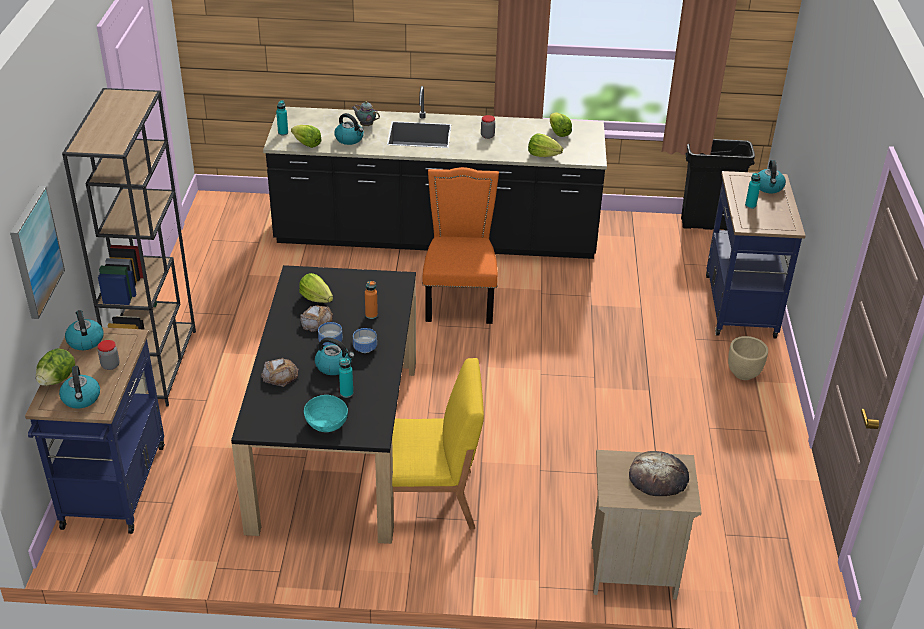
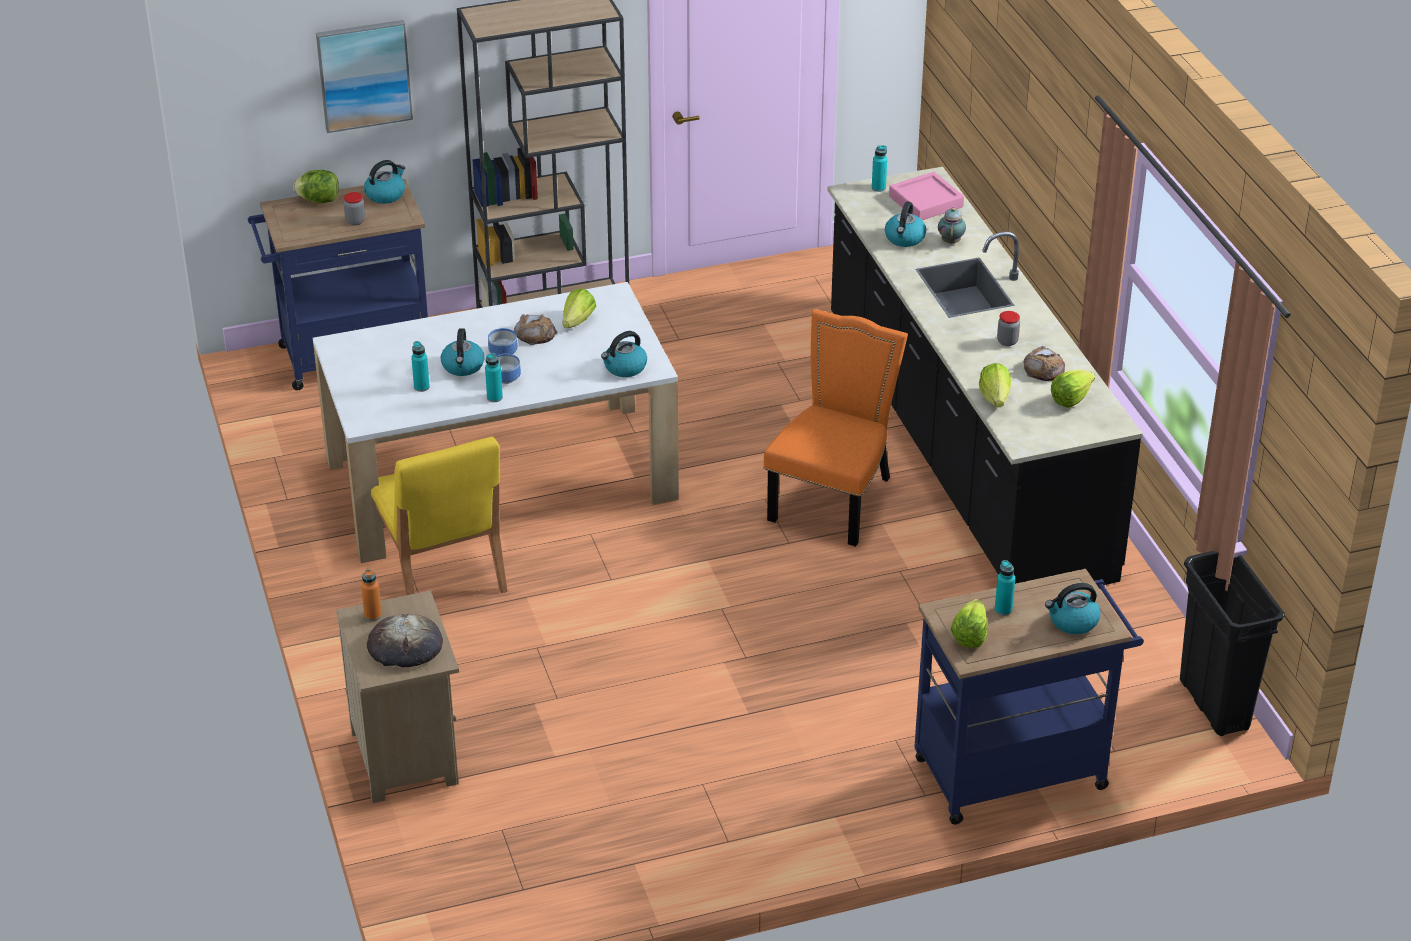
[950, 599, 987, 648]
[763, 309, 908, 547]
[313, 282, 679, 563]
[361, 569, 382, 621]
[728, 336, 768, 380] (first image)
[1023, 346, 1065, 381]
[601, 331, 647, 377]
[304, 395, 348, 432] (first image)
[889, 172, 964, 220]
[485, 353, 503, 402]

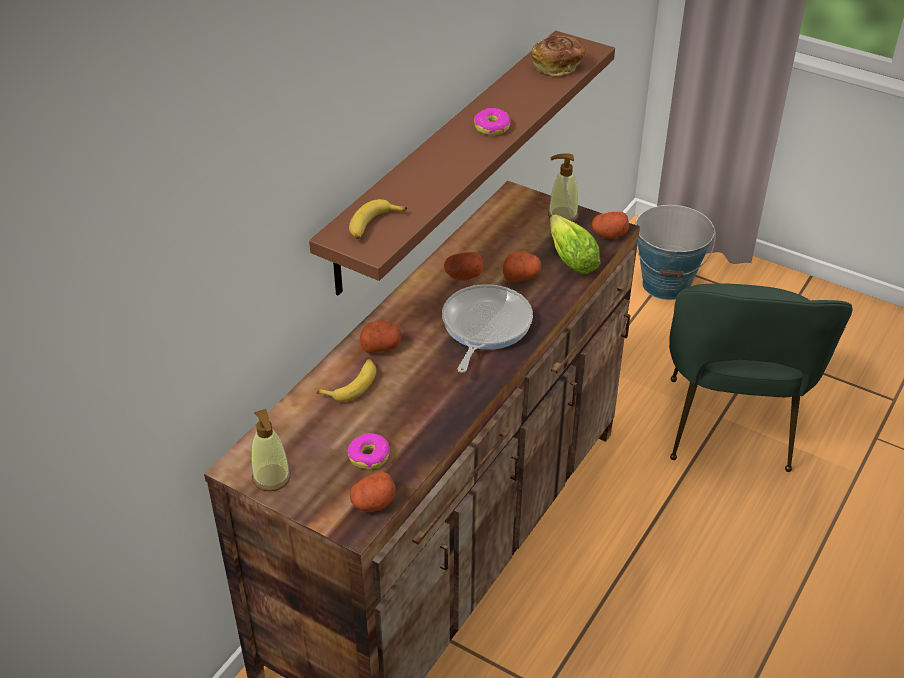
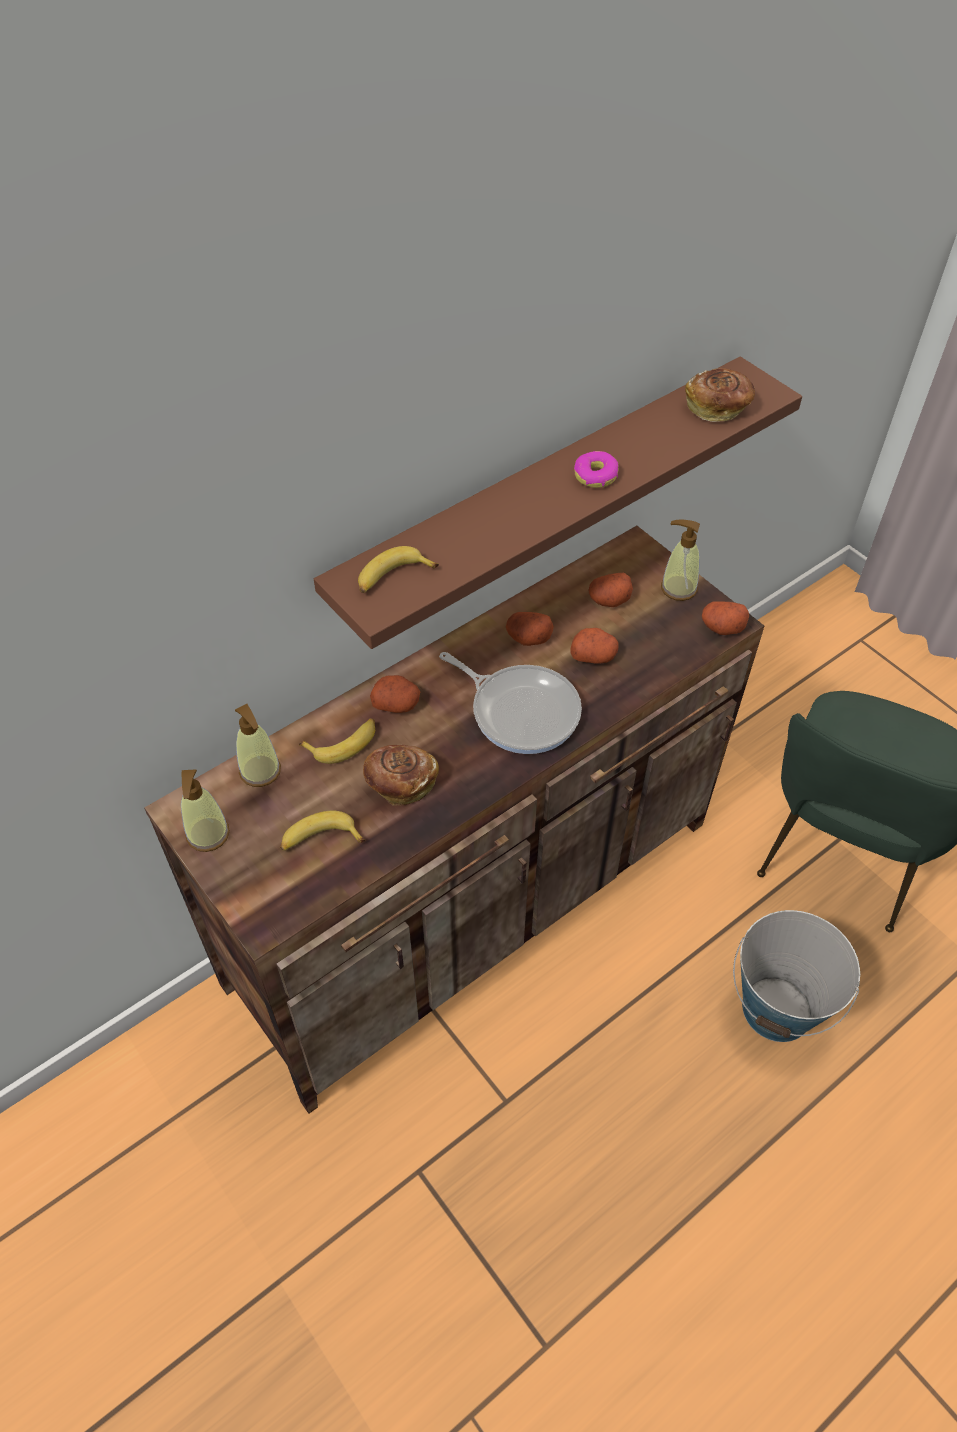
[733, 910, 860, 1042]
[550, 214, 601, 274] (first image)
[439, 652, 582, 754]
[280, 811, 366, 851]
[589, 573, 633, 607]
[235, 704, 281, 787]
[363, 745, 439, 806]

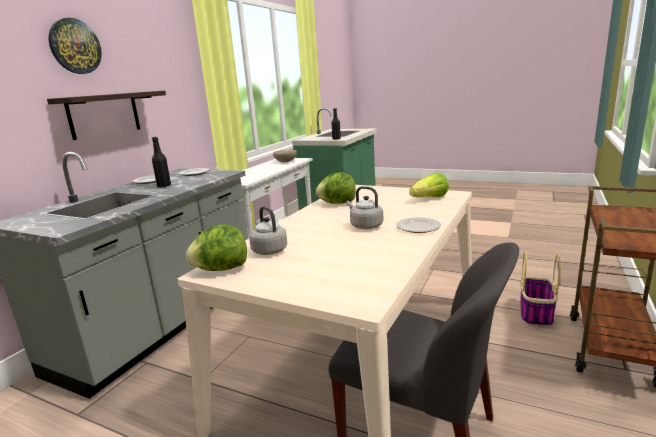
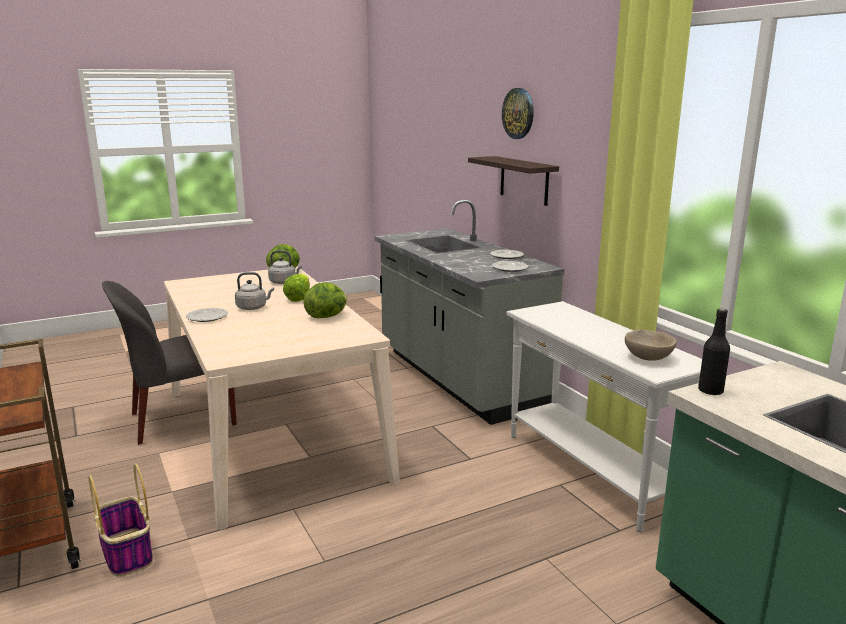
[152, 137, 171, 187] (first image)
[283, 273, 310, 302]

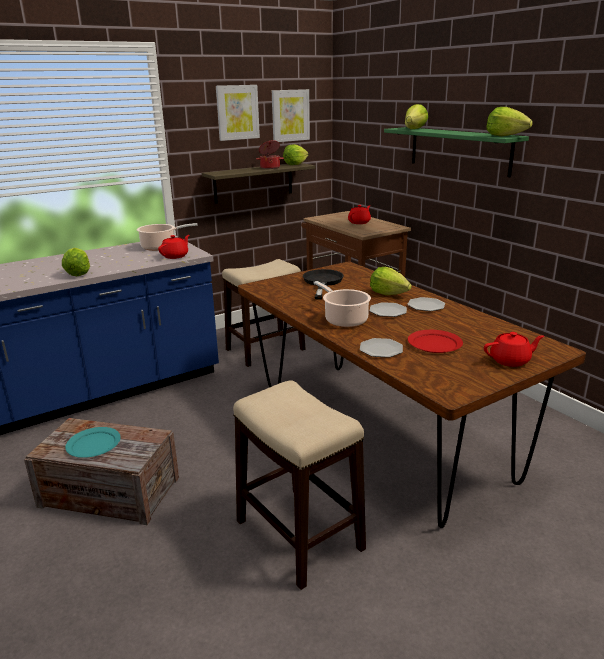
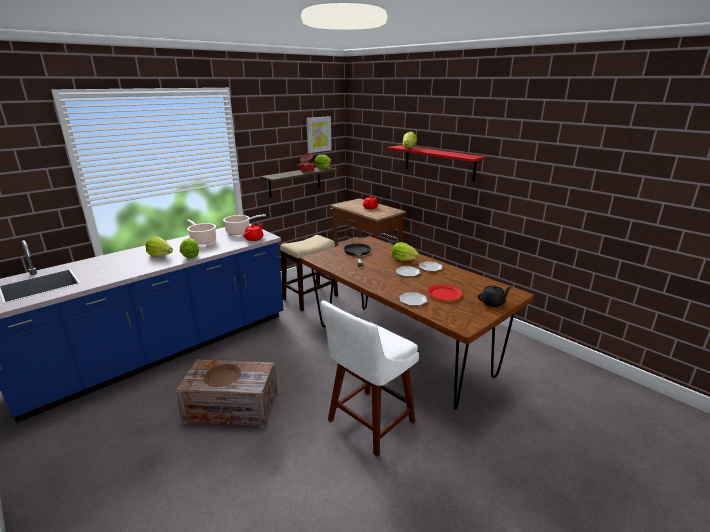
[216, 85, 260, 141] (first image)
[145, 236, 173, 257]
[388, 145, 486, 181]
[187, 219, 216, 245]
[478, 285, 511, 307]
[321, 301, 419, 456]
[204, 364, 241, 387]

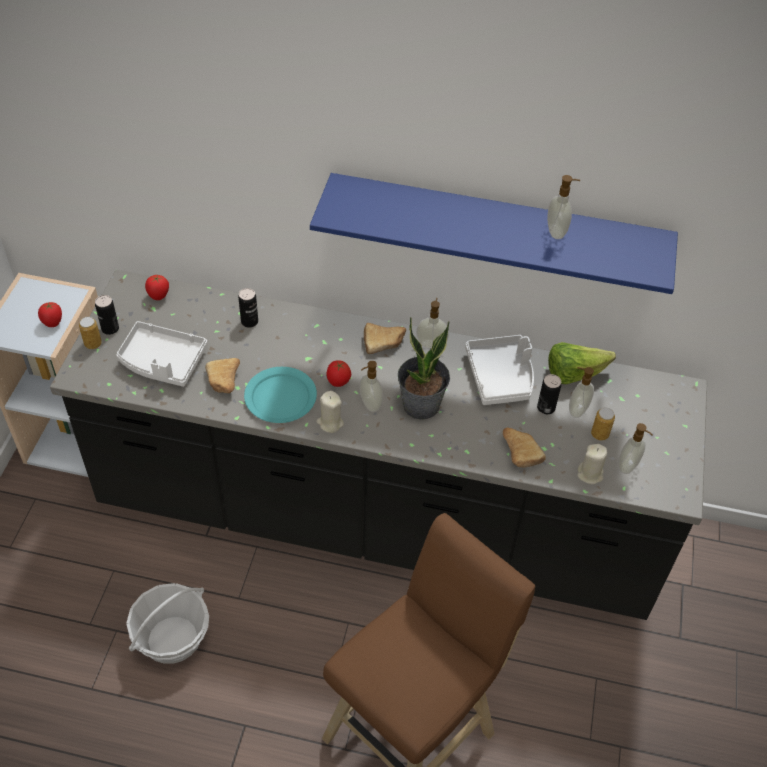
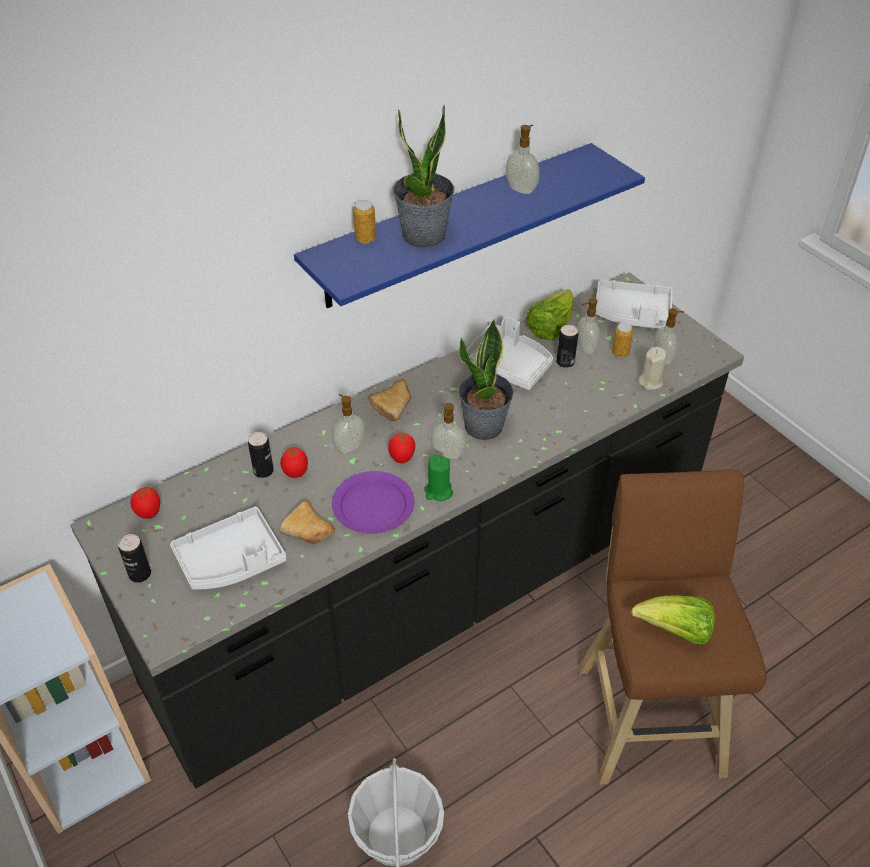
[332, 394, 366, 454]
[280, 447, 308, 478]
[353, 200, 376, 244]
[332, 471, 414, 534]
[424, 455, 453, 501]
[503, 427, 546, 467] (first image)
[393, 105, 454, 248]
[595, 280, 672, 329]
[631, 595, 715, 645]

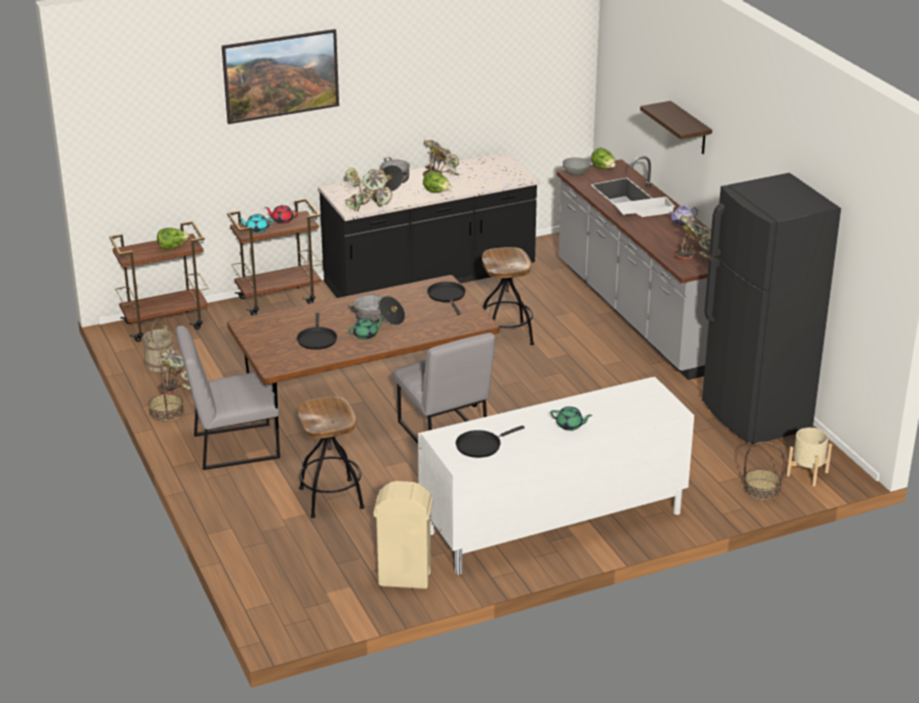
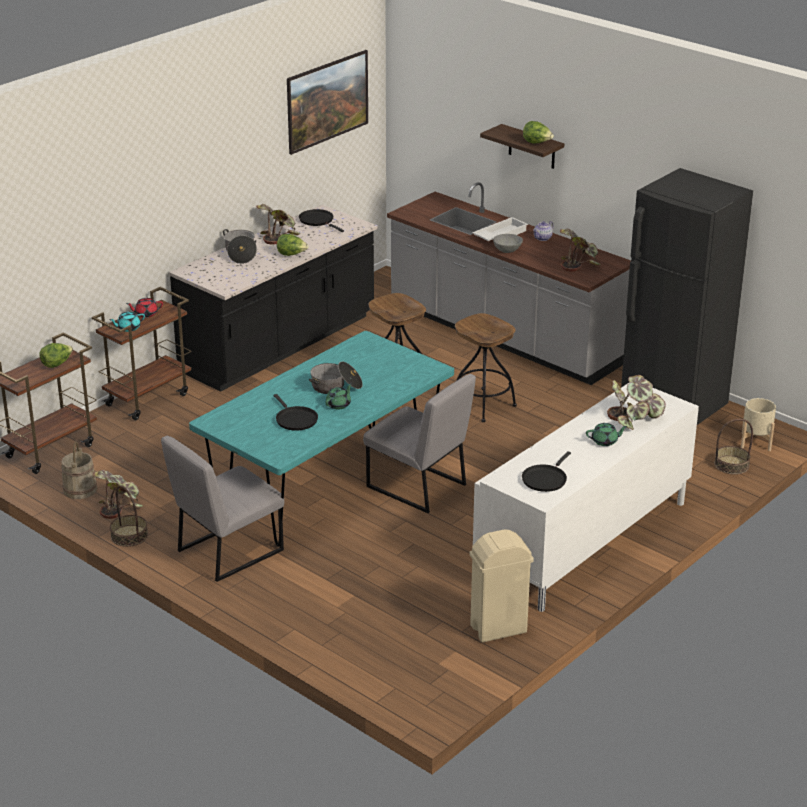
[287, 50, 368, 155]
[523, 121, 554, 143]
[493, 234, 523, 253]
[607, 375, 666, 430]
[189, 331, 454, 547]
[299, 209, 344, 232]
[455, 313, 517, 422]

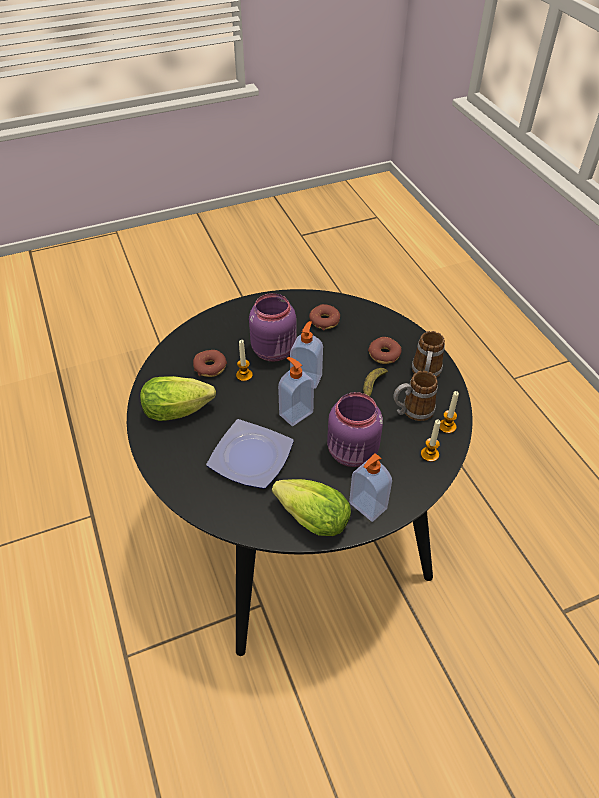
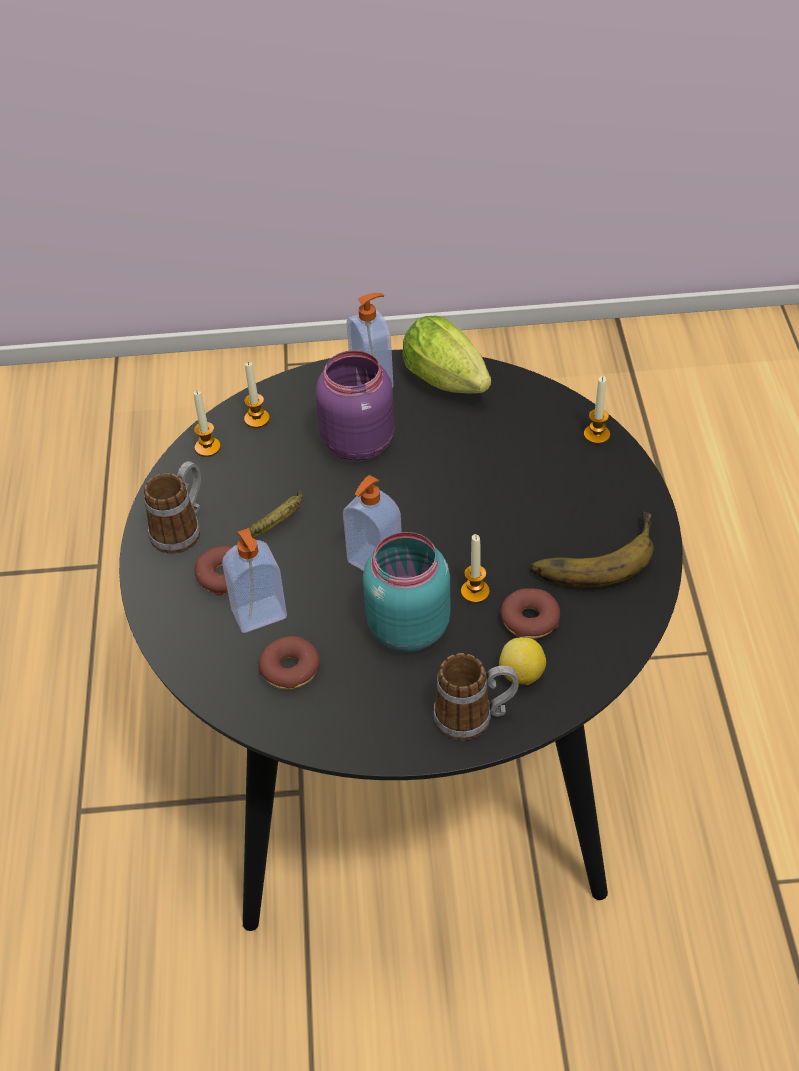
[363, 532, 451, 652]
[222, 528, 287, 633]
[433, 653, 518, 740]
[530, 512, 654, 587]
[206, 419, 294, 489] (first image)
[584, 376, 610, 444]
[499, 637, 546, 685]

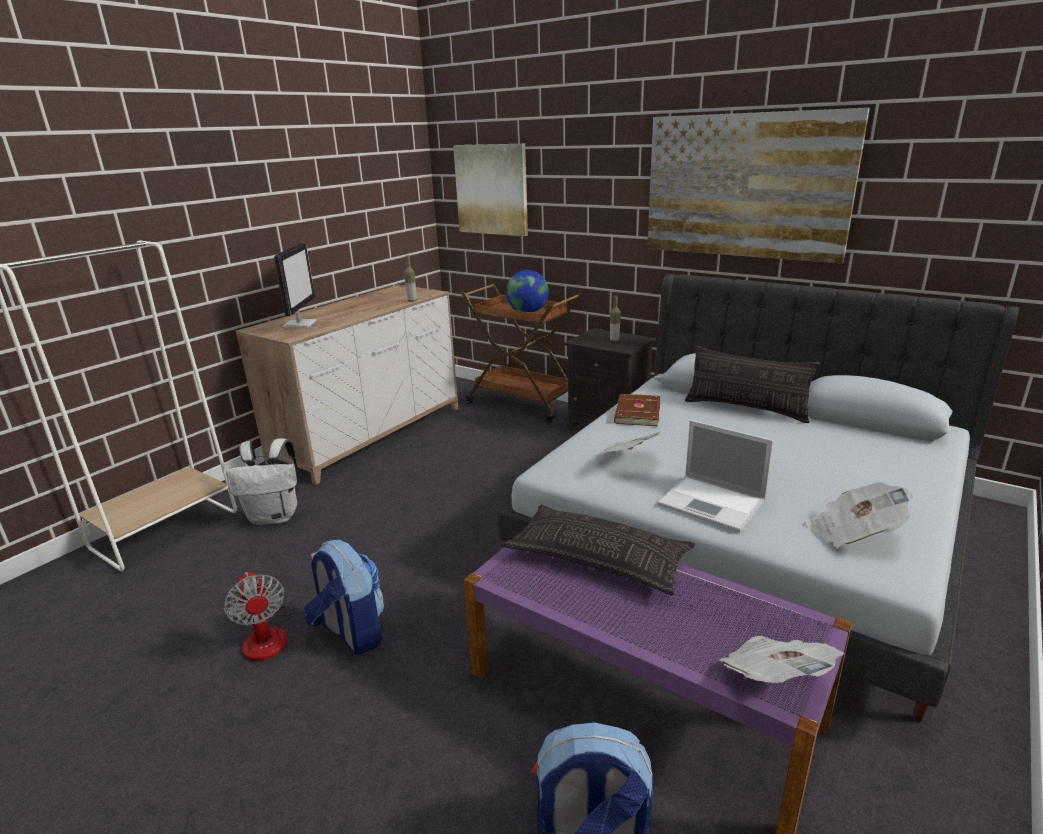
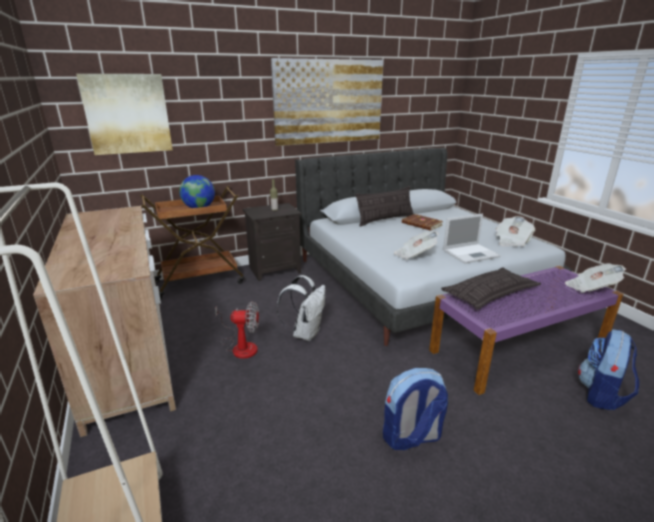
[274, 243, 317, 328] (first image)
[404, 255, 417, 302] (first image)
[402, 214, 443, 231]
[277, 275, 325, 341]
[215, 301, 259, 359]

